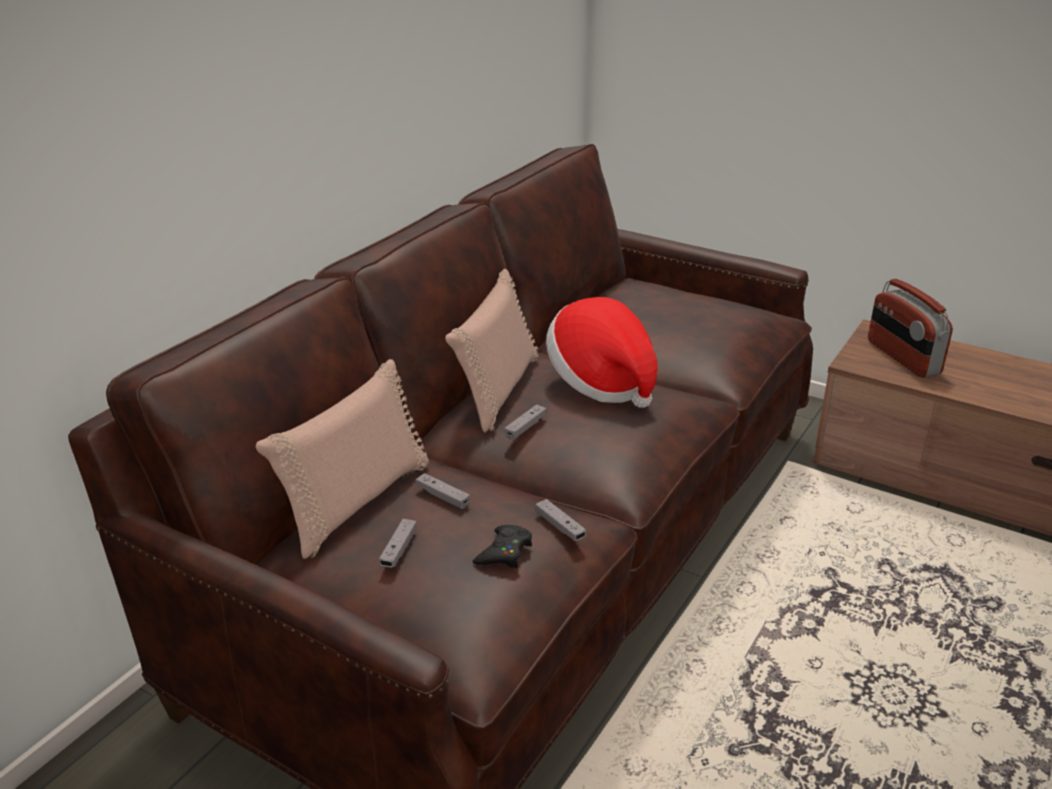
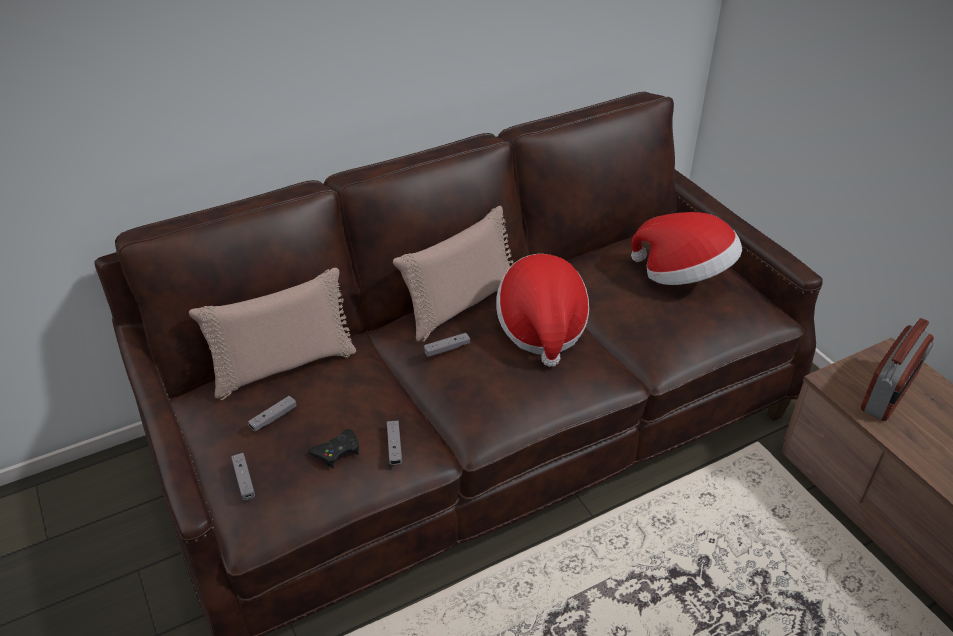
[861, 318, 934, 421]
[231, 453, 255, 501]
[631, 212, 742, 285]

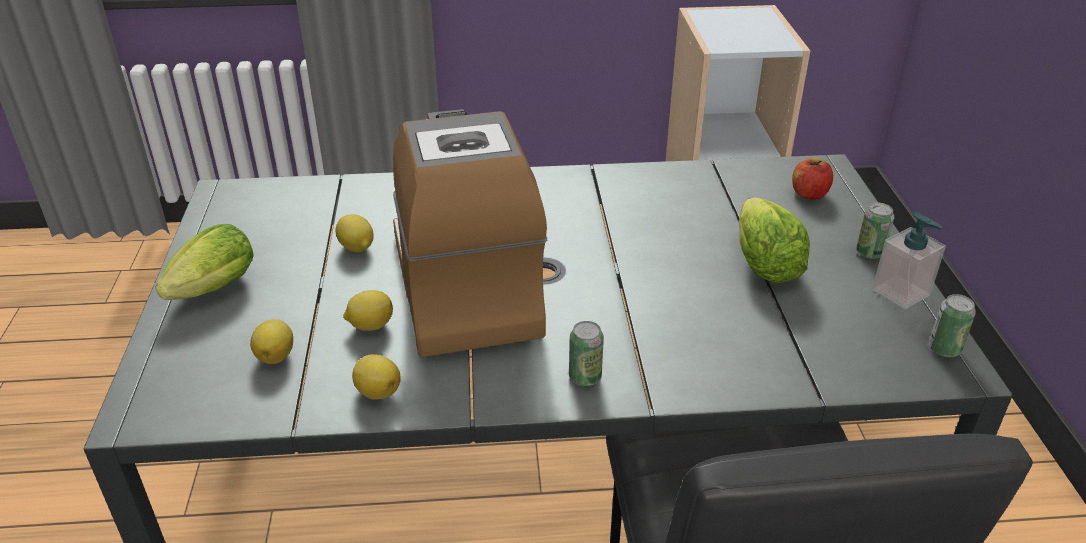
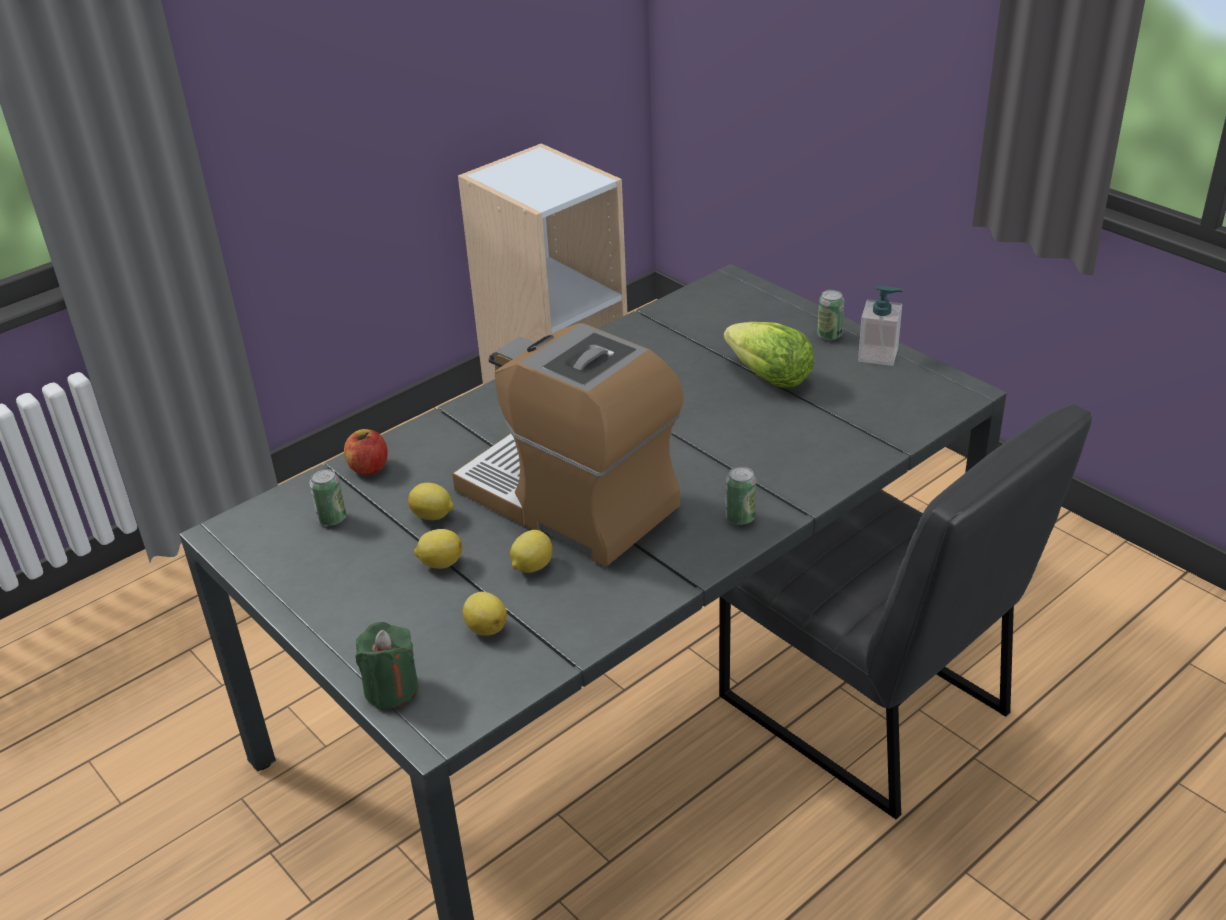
[344, 429, 388, 475]
[155, 224, 254, 300] (first image)
[309, 468, 346, 526]
[414, 529, 462, 569]
[356, 622, 418, 709]

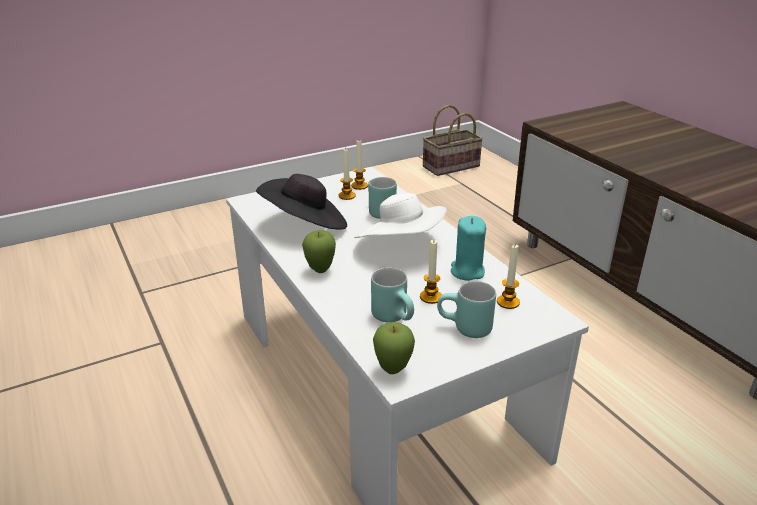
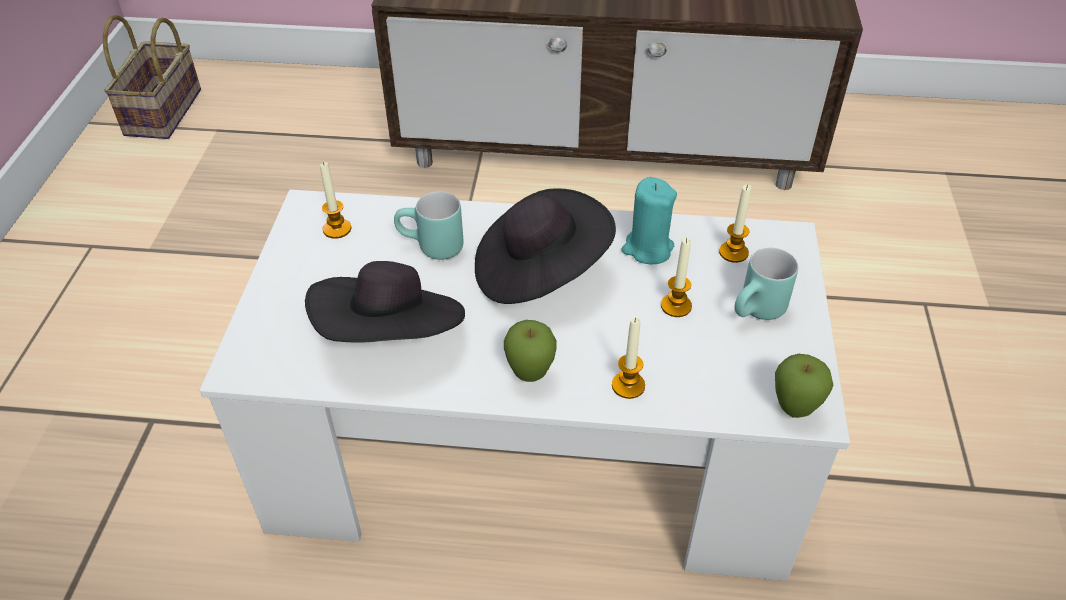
[612, 318, 645, 399]
[475, 188, 616, 304]
[371, 267, 414, 322] (first image)

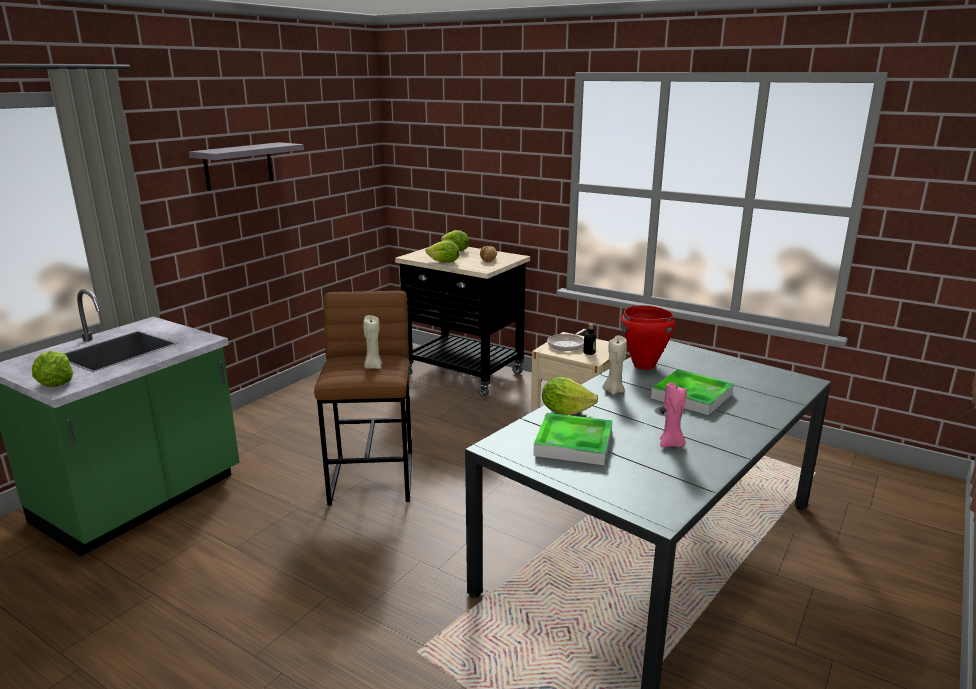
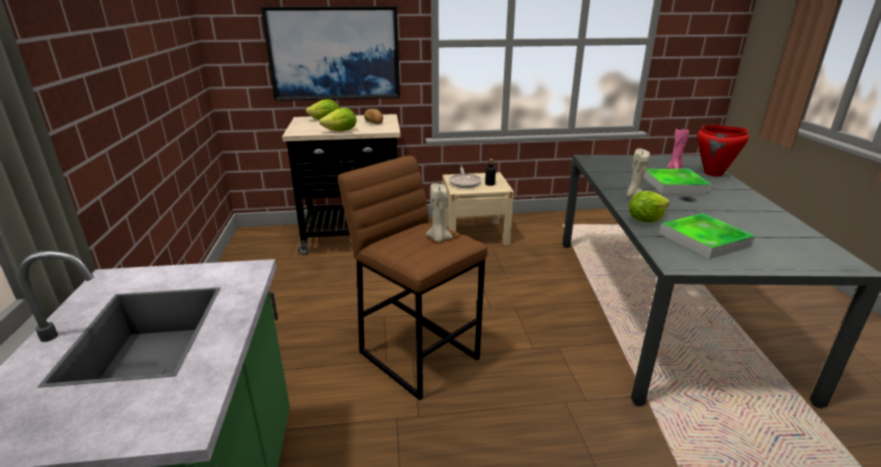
[189, 142, 304, 191] (first image)
[697, 125, 749, 176]
[32, 351, 74, 387] (first image)
[667, 129, 689, 169]
[261, 6, 400, 101]

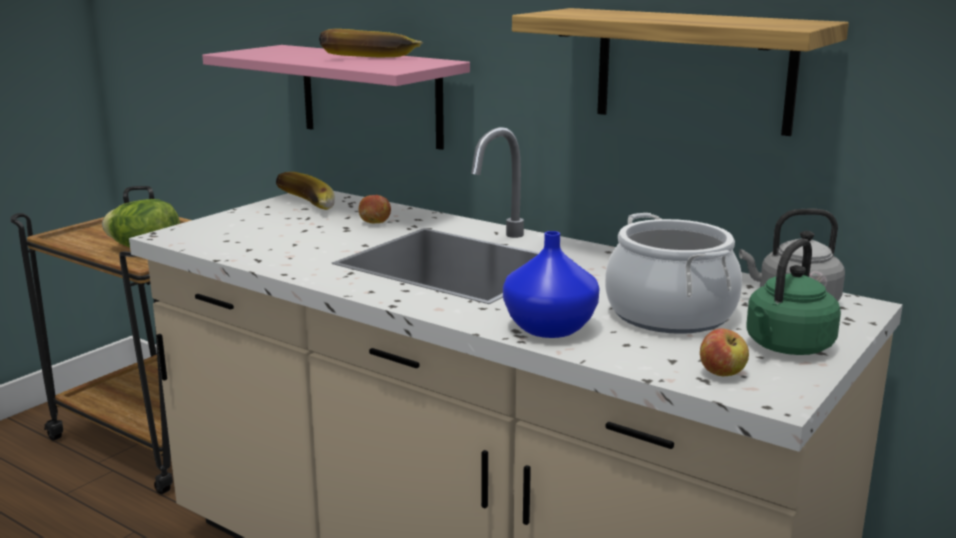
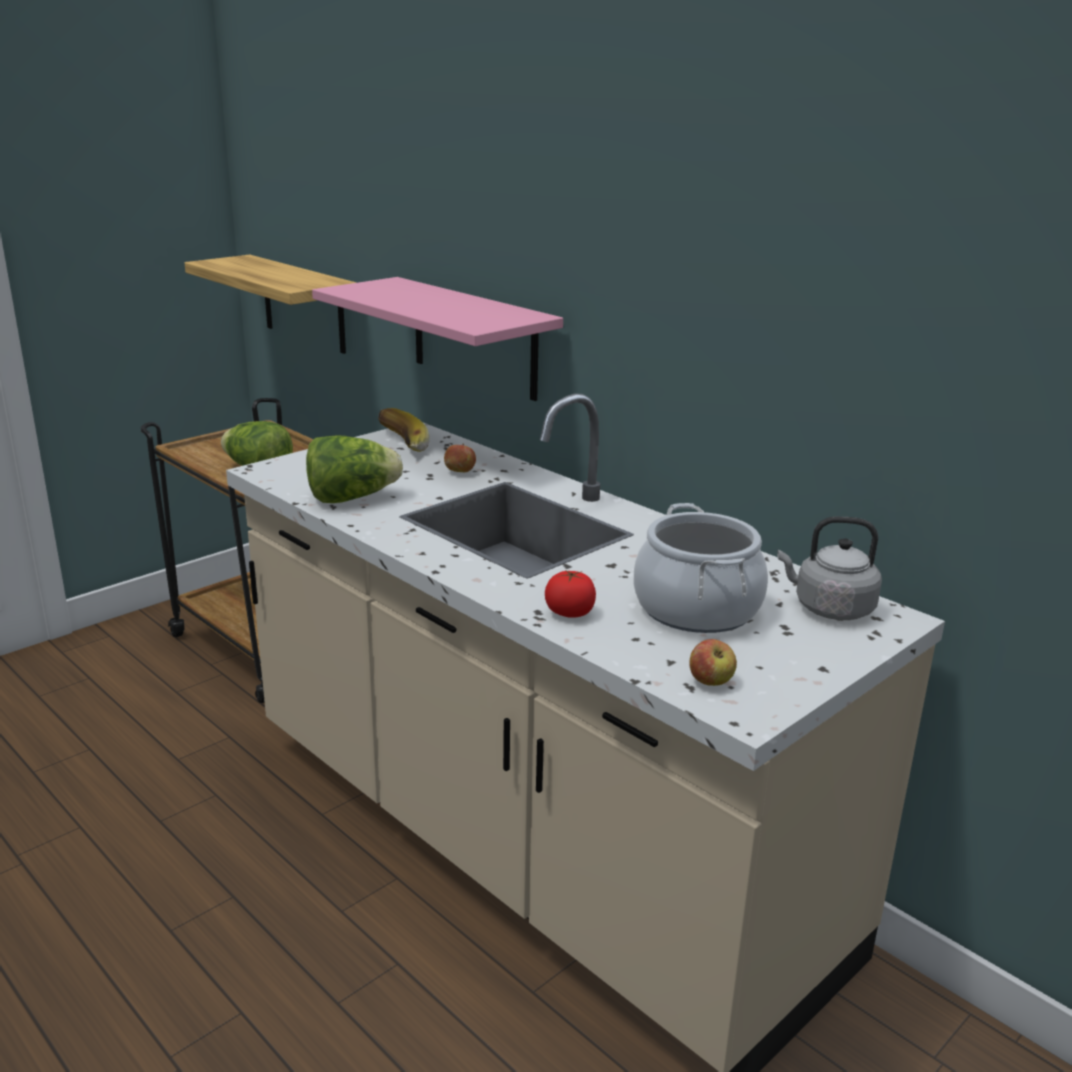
[184, 255, 357, 354]
[319, 29, 423, 57] (first image)
[545, 570, 596, 618]
[746, 239, 841, 355] (first image)
[306, 435, 403, 503]

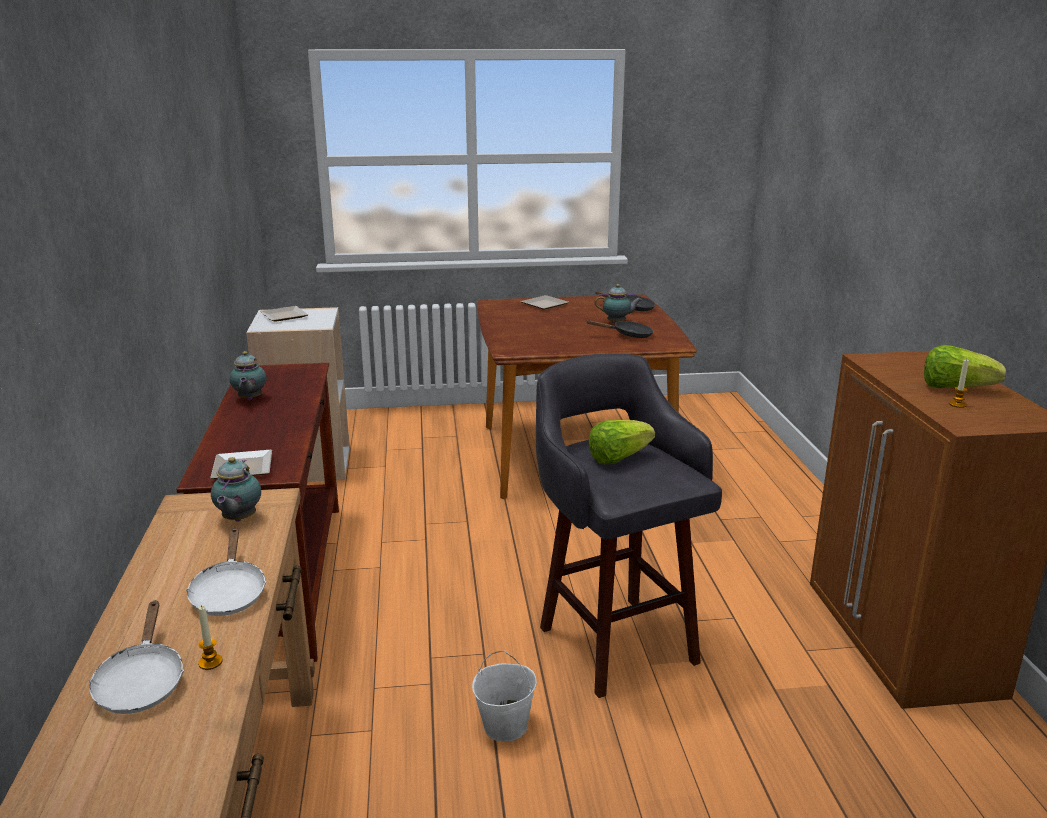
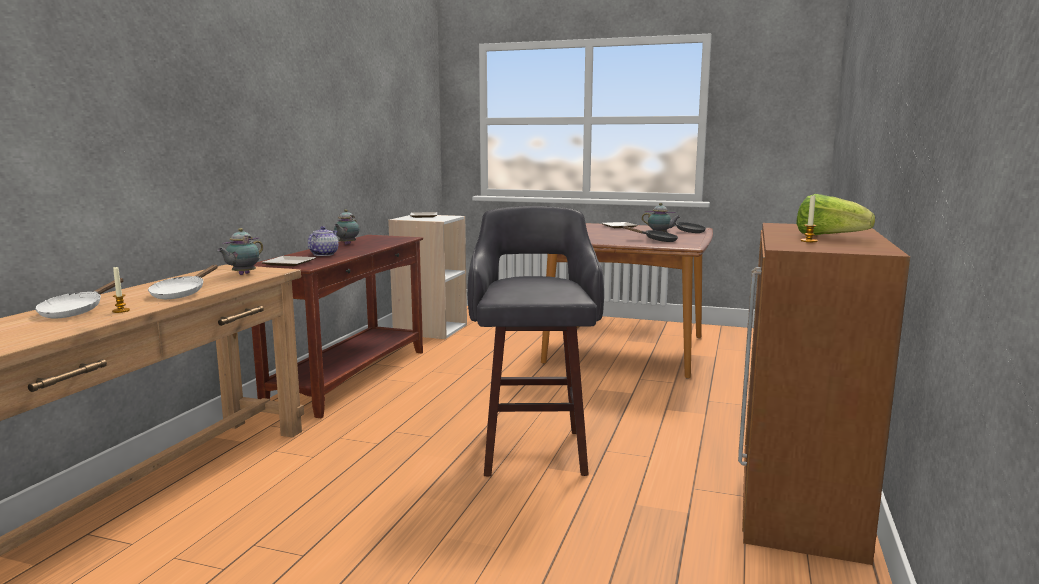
[589, 420, 655, 464] (first image)
[472, 651, 537, 742] (first image)
[308, 226, 338, 256]

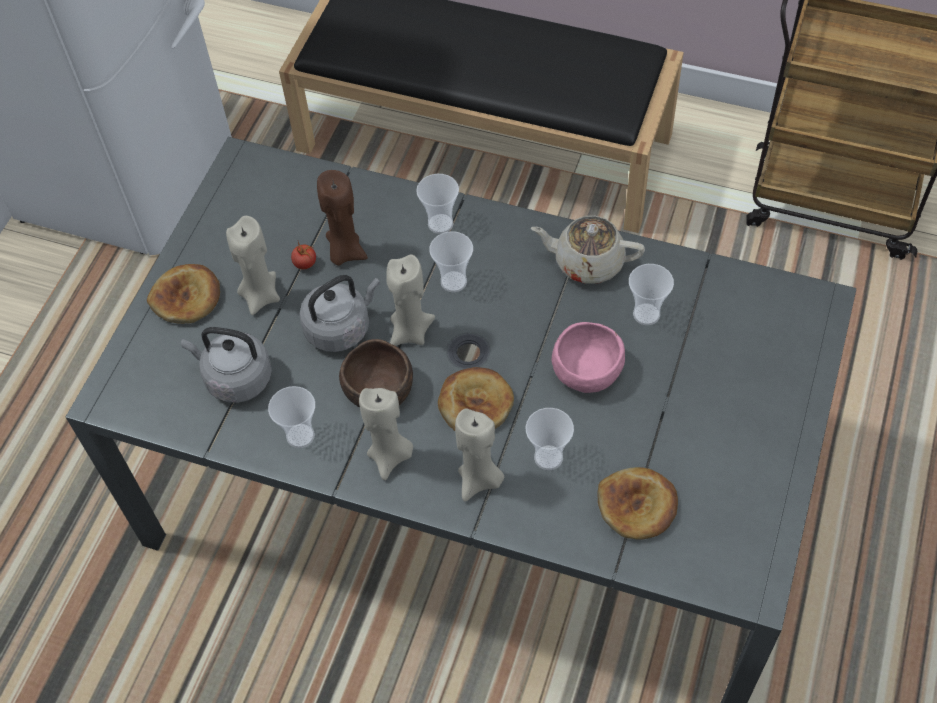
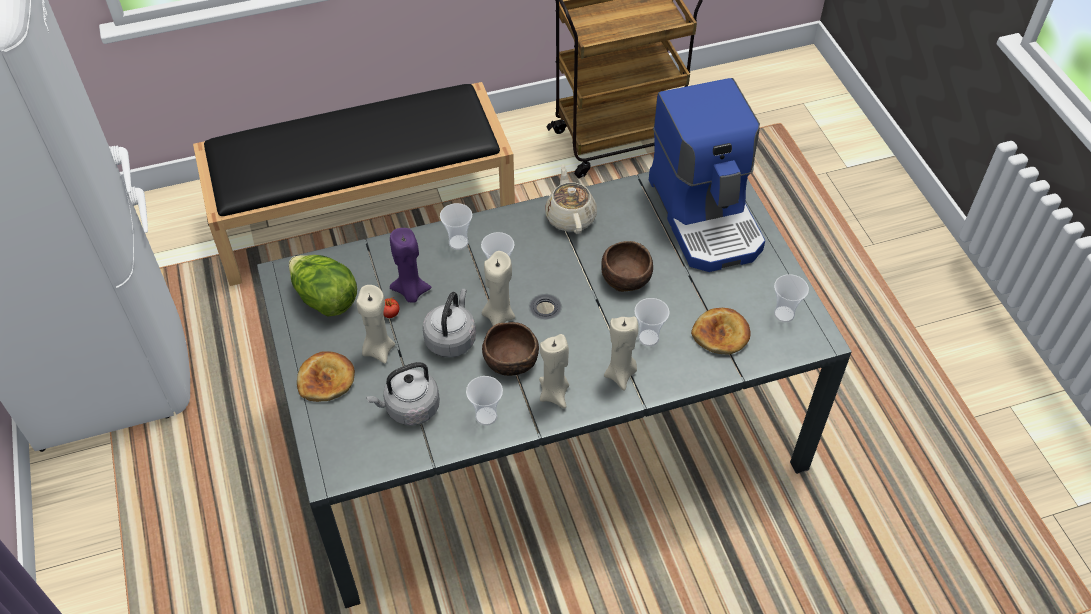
[390, 228, 432, 303]
[545, 164, 597, 234]
[774, 274, 809, 322]
[601, 241, 653, 292]
[438, 367, 514, 431] (first image)
[649, 78, 765, 272]
[289, 255, 357, 316]

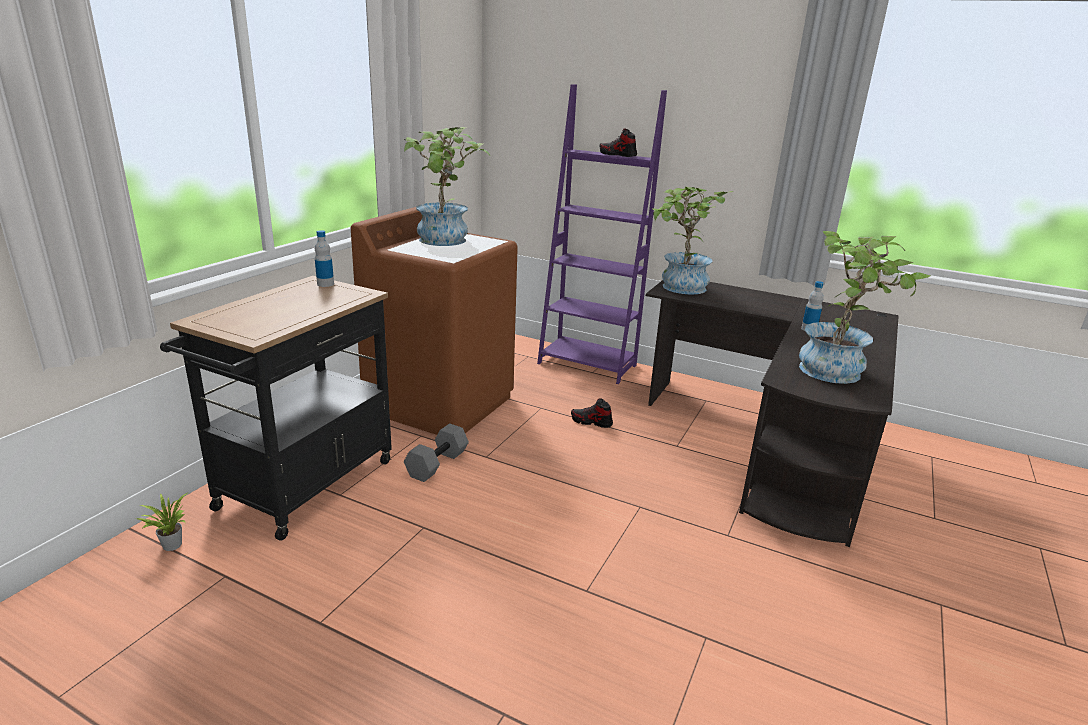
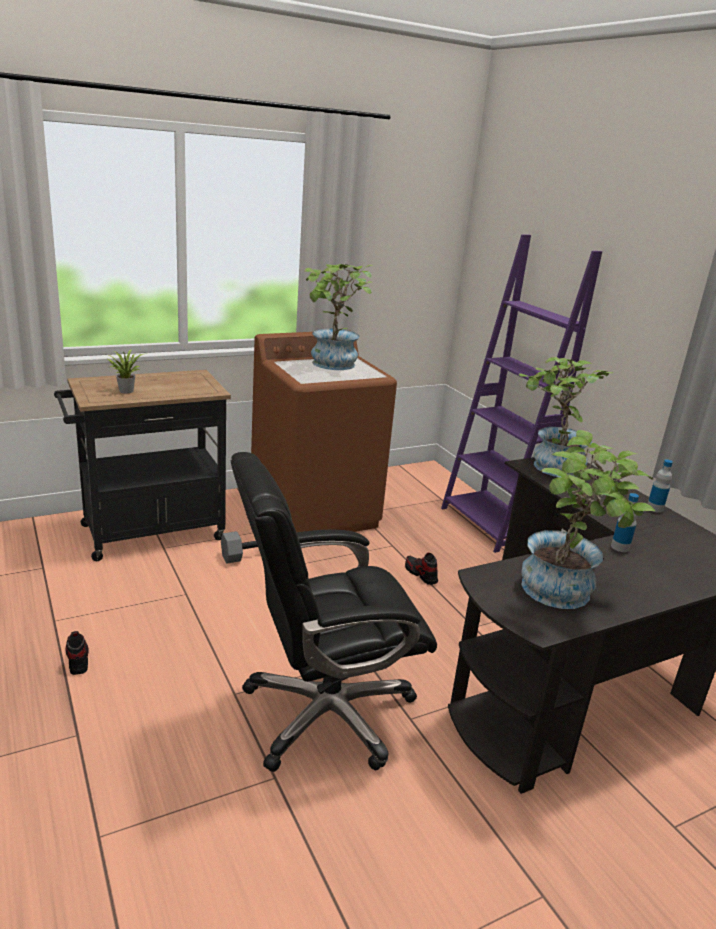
[66, 631, 89, 675]
[648, 459, 673, 513]
[108, 350, 143, 394]
[231, 452, 437, 772]

